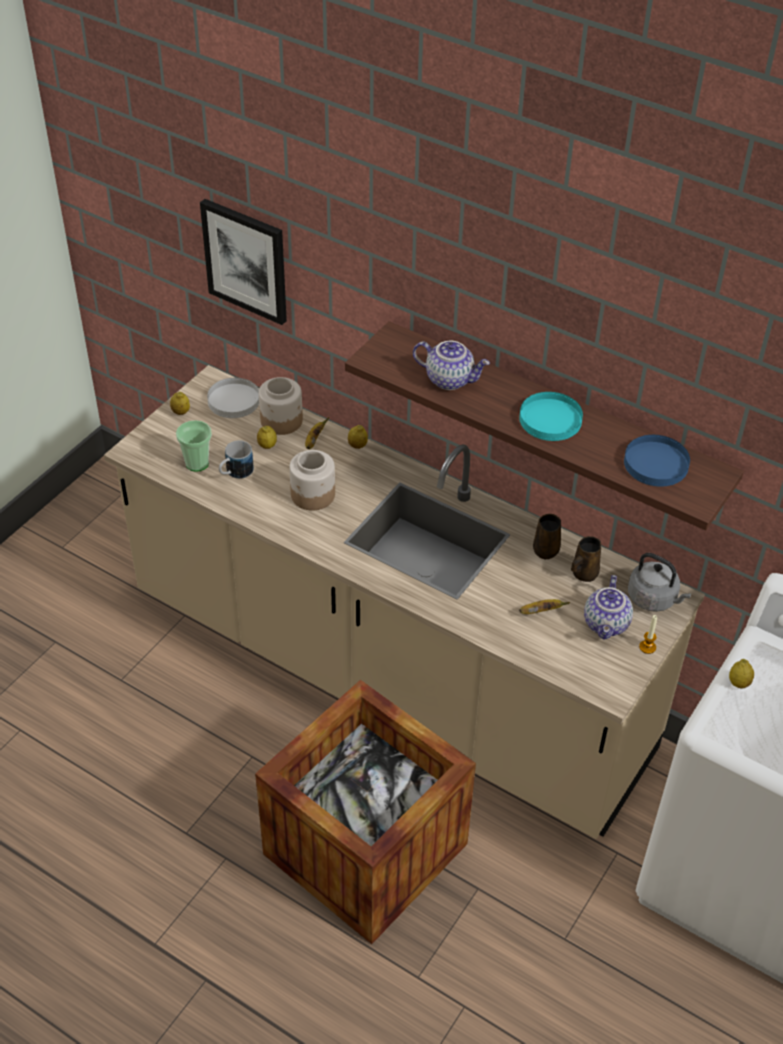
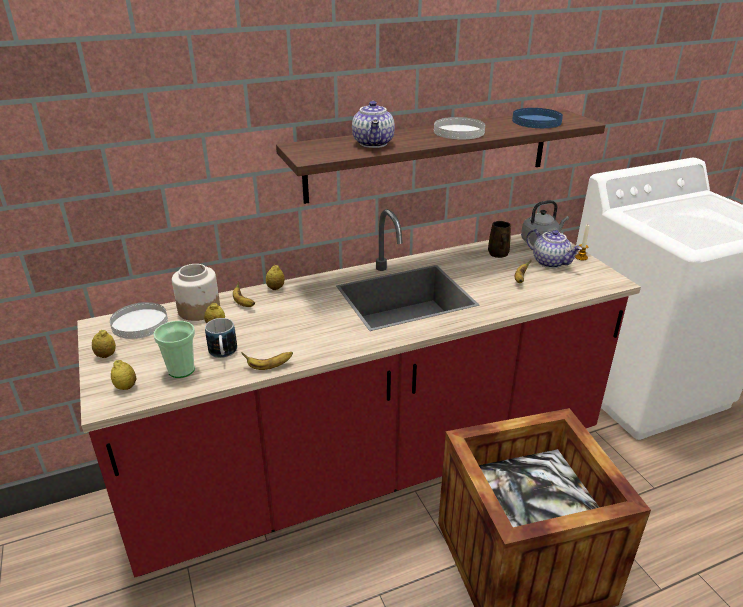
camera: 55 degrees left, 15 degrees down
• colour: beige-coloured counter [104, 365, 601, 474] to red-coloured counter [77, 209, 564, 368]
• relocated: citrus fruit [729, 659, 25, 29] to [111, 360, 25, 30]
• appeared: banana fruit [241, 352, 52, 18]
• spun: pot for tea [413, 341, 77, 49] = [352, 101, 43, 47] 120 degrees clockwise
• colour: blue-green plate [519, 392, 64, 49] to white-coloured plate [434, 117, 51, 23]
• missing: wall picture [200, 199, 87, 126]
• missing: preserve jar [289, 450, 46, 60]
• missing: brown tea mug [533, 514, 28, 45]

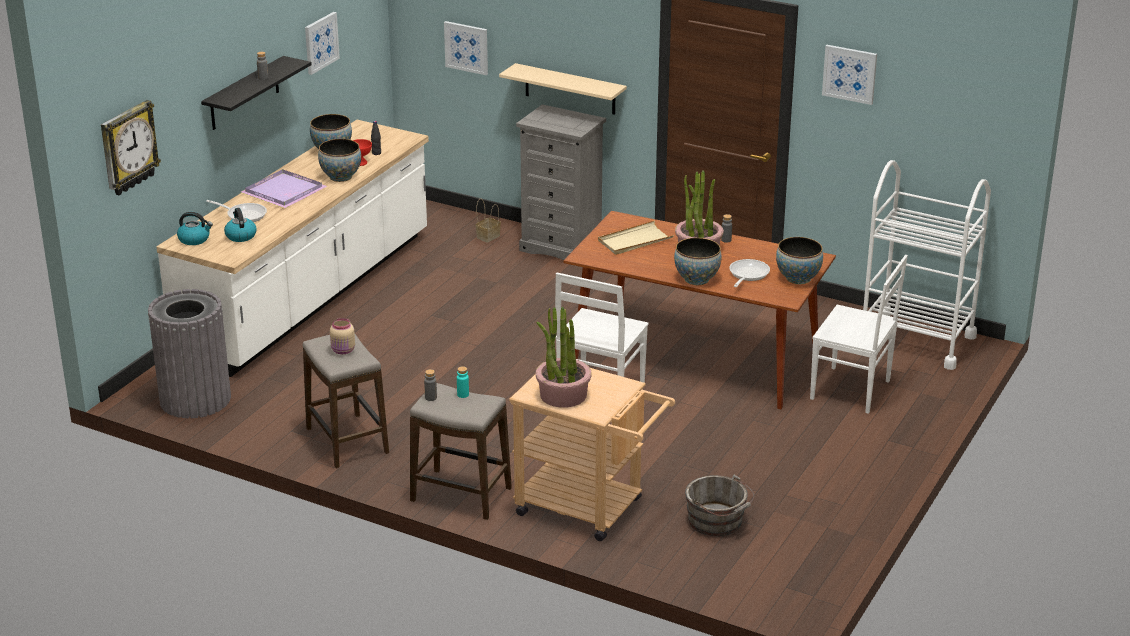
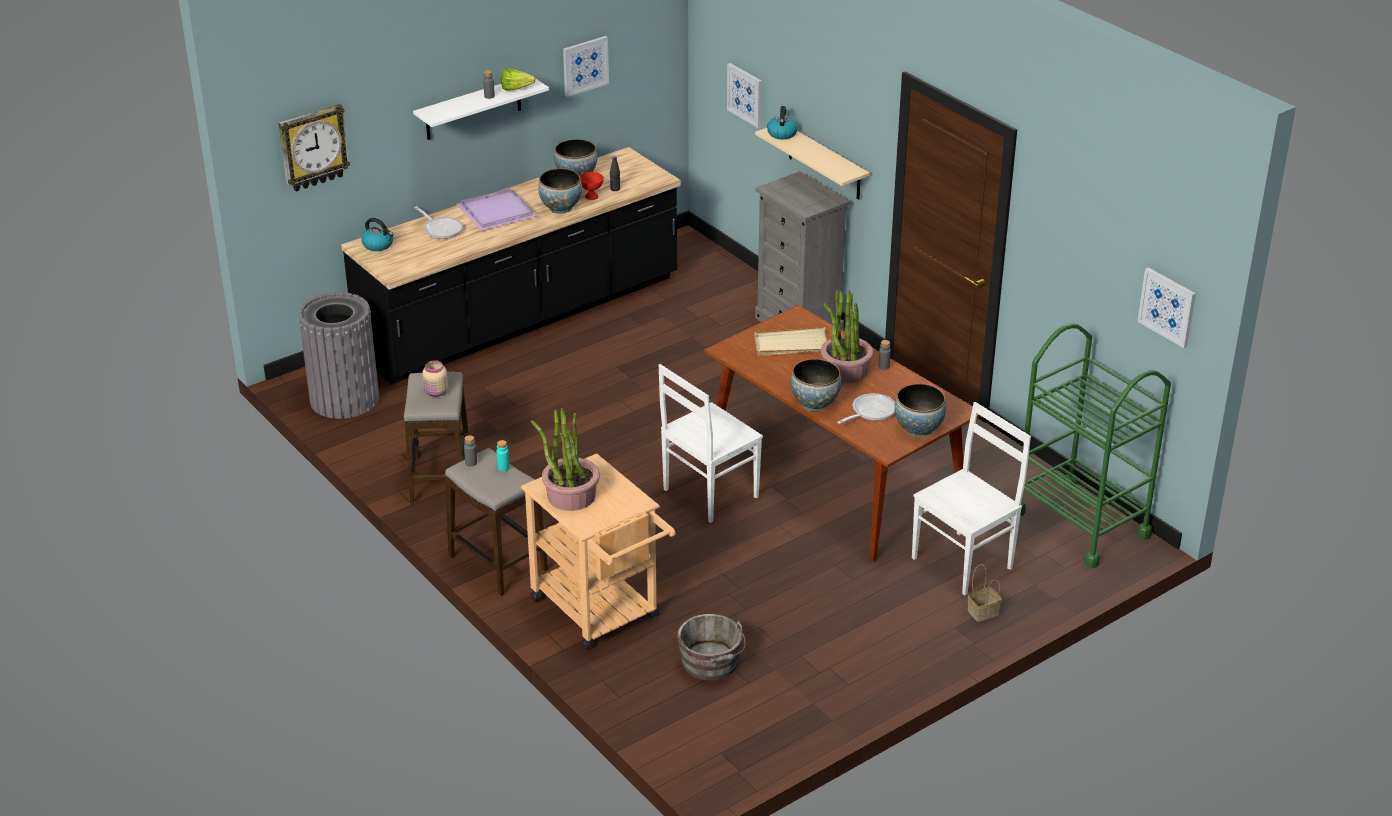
camera: 25 degrees right, 5 degrees up
• colour: white-coloured counter [156, 120, 273, 257] to black counter [341, 147, 340, 238]
• colour: black shelf [201, 56, 111, 74] to white-coloured shelf [413, 79, 136, 61]
• appeared: lettuce [501, 69, 35, 22]
• relocated: kettle [224, 208, 33, 34] to [767, 106, 31, 33]
• spun: white-coloured chair [810, 255, 98, 159] = [912, 402, 119, 193] 90 degrees counterclockwise
• relocated: storage basket [476, 198, 25, 44] to [968, 564, 34, 58]
• colour: white-coloured trolley [863, 160, 128, 210] to greenish trolley [1019, 323, 152, 245]
• relocated: wall picture [822, 45, 55, 60] to [1137, 267, 59, 81]

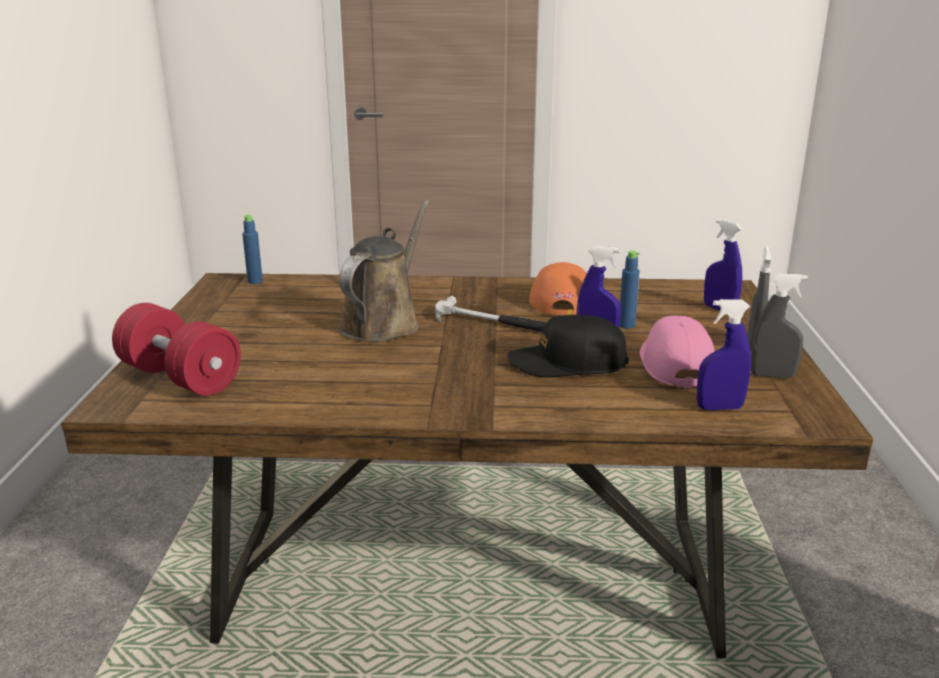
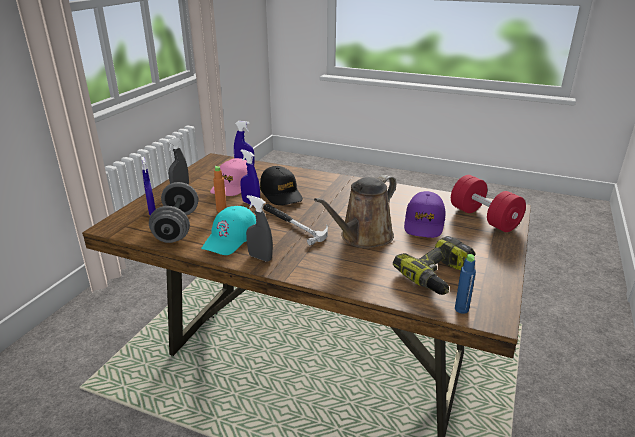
camera: 160 degrees left, 5 degrees up
• appeared: greyish free weight [149, 182, 49, 61]
• colour: orange baseball cap [529, 262, 58, 53] to blue-green baseball cap [201, 206, 55, 49]
• colour: bluish bottle [620, 251, 20, 78] to orange bottle [213, 166, 14, 46]
• relocated: greyish hand sprayer [751, 274, 57, 104] to [246, 195, 27, 67]
• spun: black baseball cap [507, 315, 122, 62] = [260, 166, 43, 39] 45 degrees clockwise
• appeared: drill [393, 236, 83, 59]
• appeared: purple-coloured baseball cap [404, 191, 41, 47]

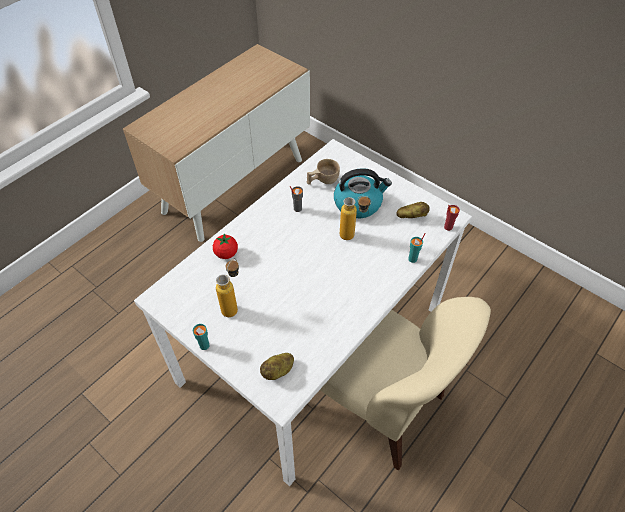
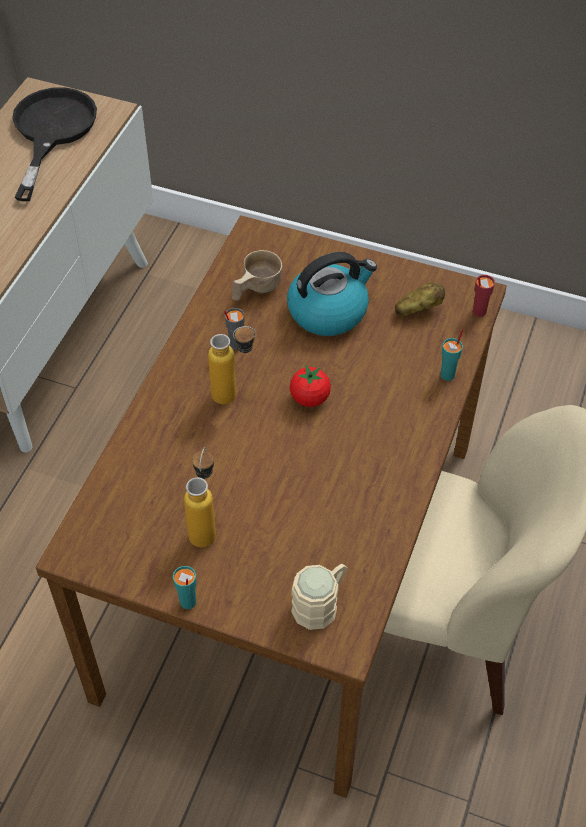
camera: 20 degrees left, 0 degrees up
• appeared: black skillet [12, 87, 85, 114]
• colour: white-coloured dinner table [134, 139, 338, 347] to brown dinner table [35, 215, 472, 583]
• relocated: bottle [340, 196, 31, 44] to [208, 326, 48, 79]
• relocated: fresh tomato [213, 233, 25, 26] to [290, 365, 41, 42]
• exchanged: whole potato [260, 353, 34, 27] to beige-coloured tea mug [291, 564, 57, 66]

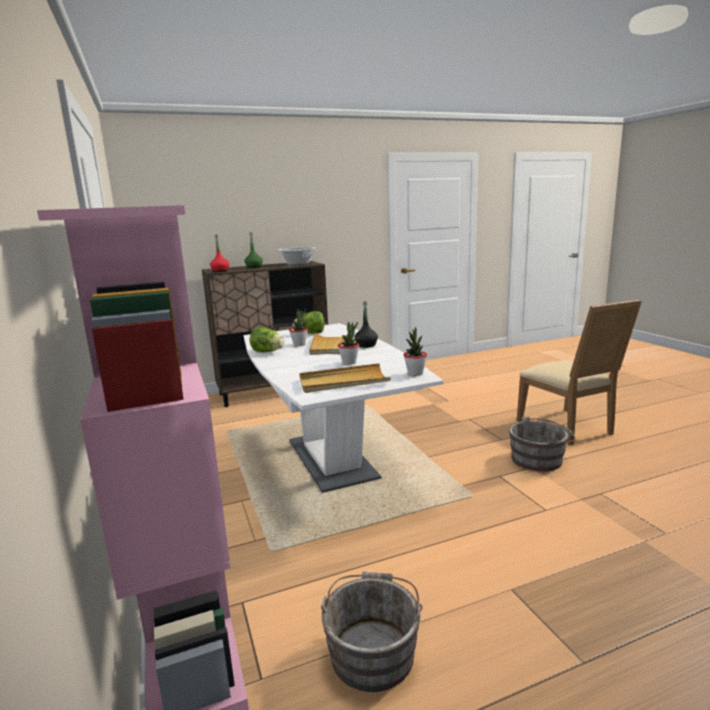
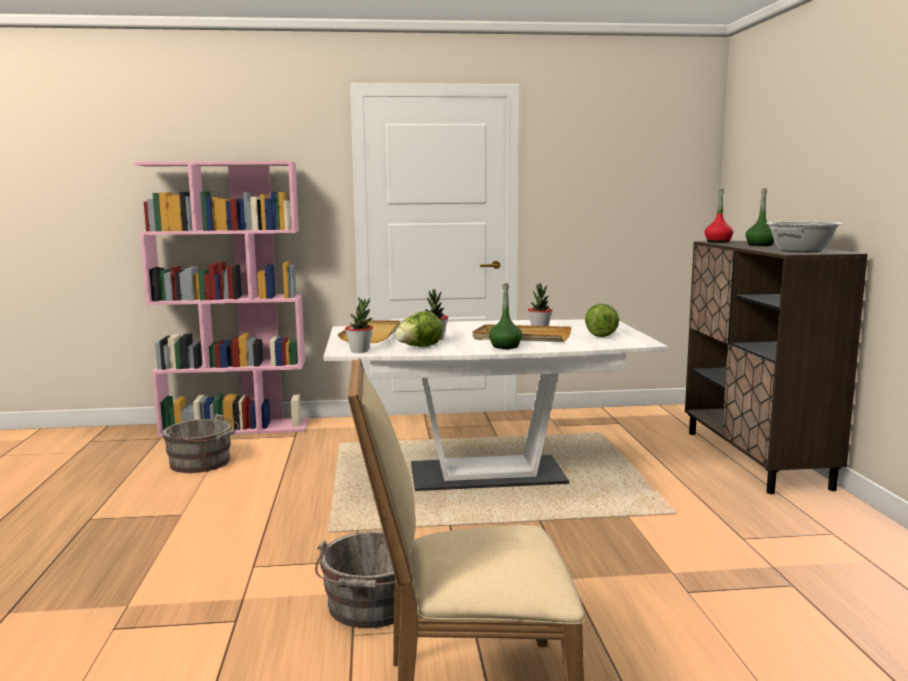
camera: 105 degrees right, 5 degrees down
• relocated: lettuce [250, 327, 35, 25] to [395, 312, 48, 35]
• colour: black bottle [354, 301, 24, 47] to greenish bottle [489, 283, 33, 66]

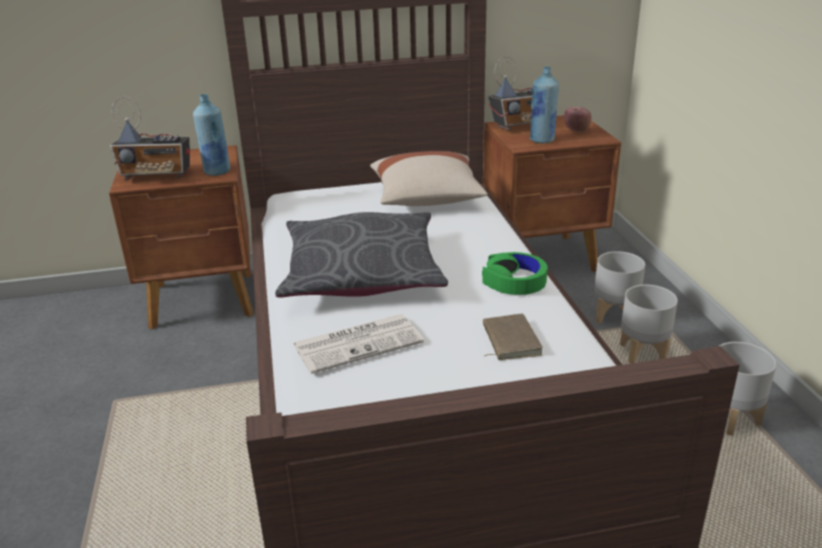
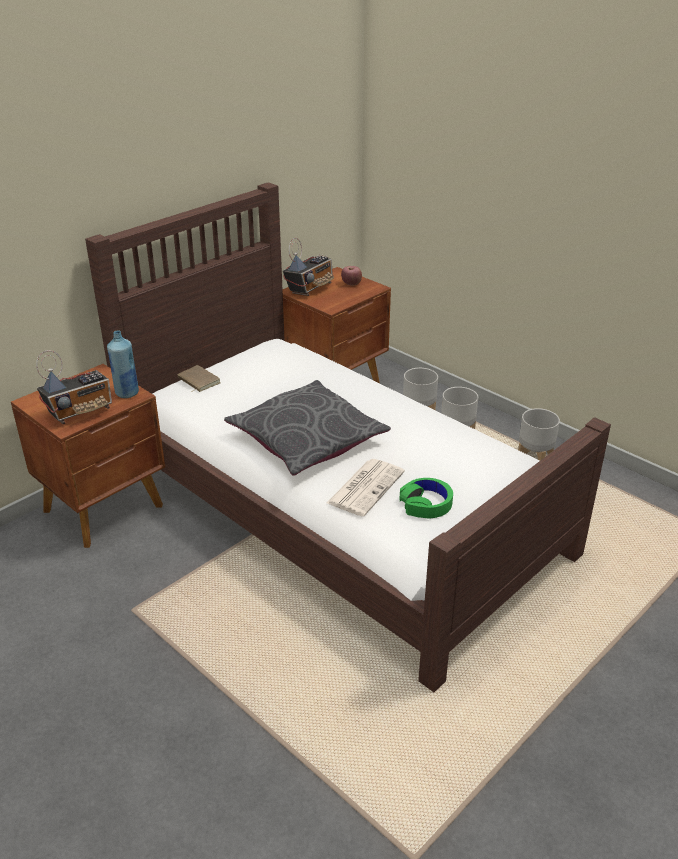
camera: 35 degrees left, 5 degrees up
• relocated: brown volume [483, 314, 60, 46] to [177, 365, 44, 27]
• relocated: greenish headphones [482, 252, 66, 43] to [400, 478, 53, 40]
• missing: beige-coloured cushion [370, 151, 118, 55]
• missing: bluish bottle [530, 66, 29, 78]

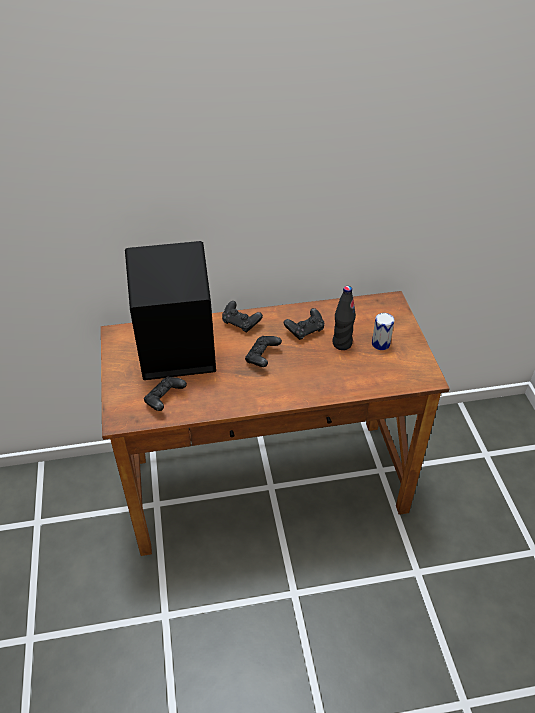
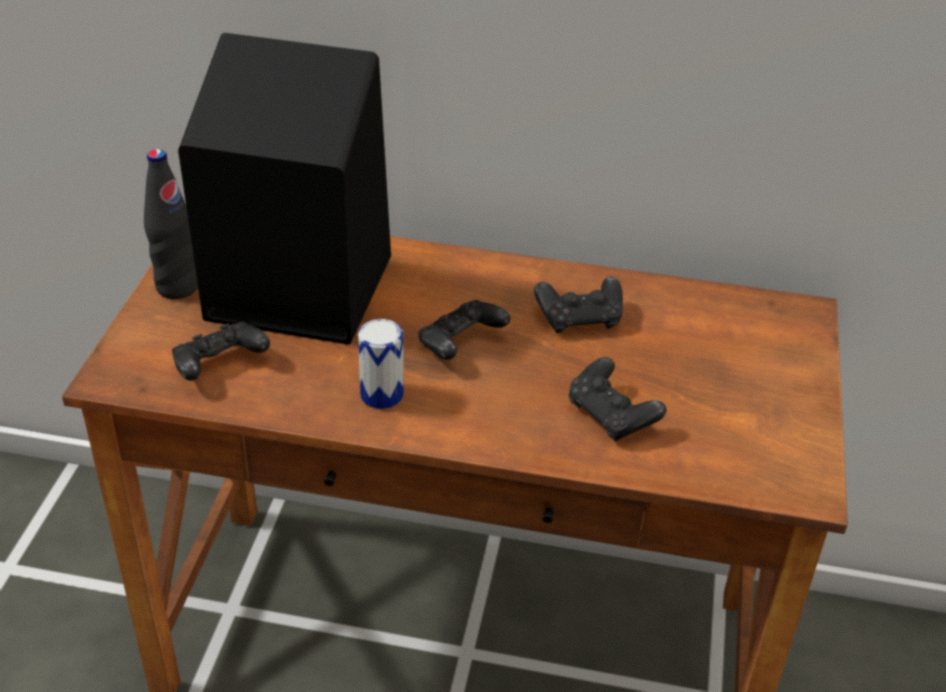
camera: 20 degrees right, 5 degrees down
• relocated: black bottle [333, 286, 23, 64] to [144, 149, 54, 150]
• relocated: can [372, 313, 22, 37] to [358, 319, 46, 90]
• relocated: black joypad [222, 301, 41, 32] to [569, 357, 98, 85]

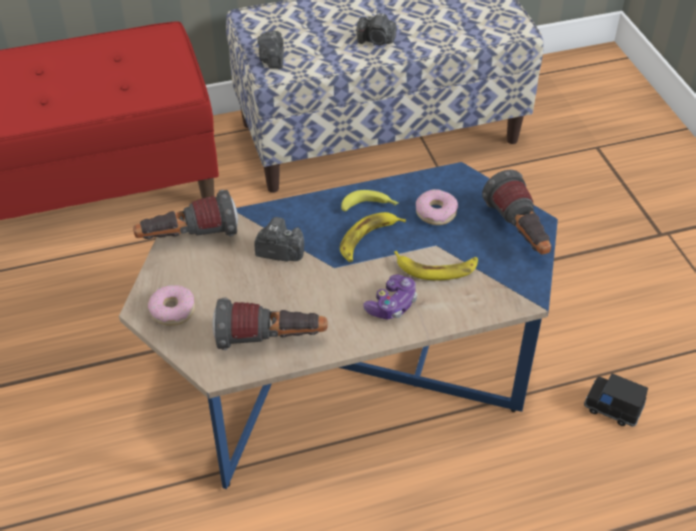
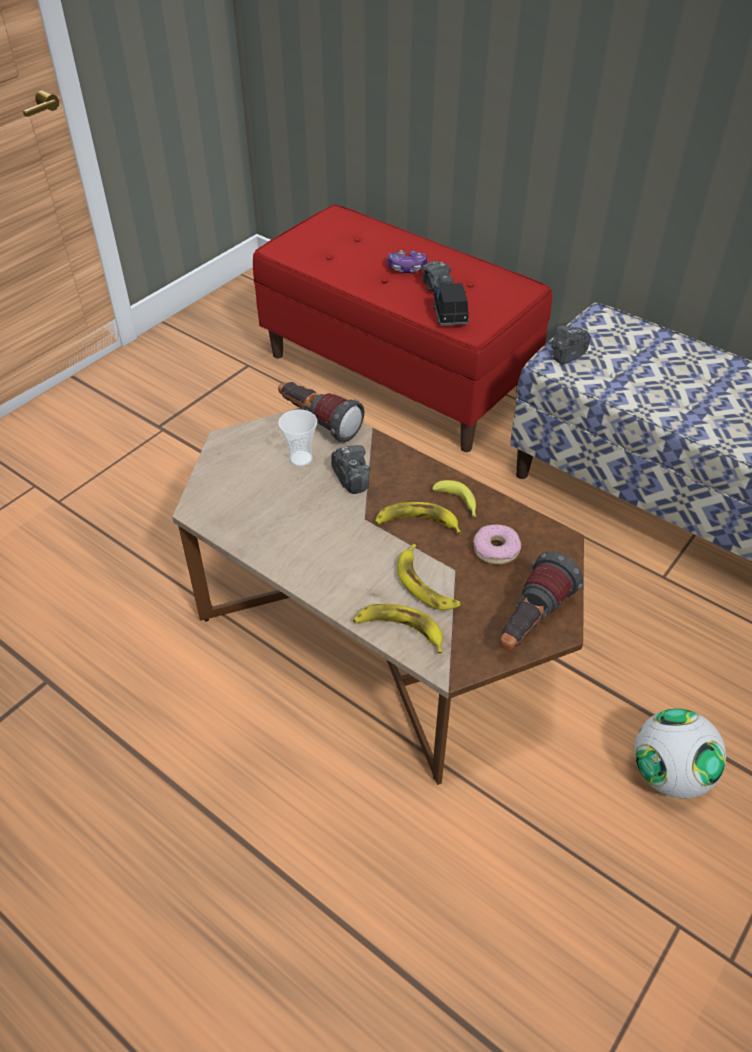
camera: 55 degrees right, 0 degrees up
• colour: bluish lounge table [119, 162, 439, 327] to brown lounge table [172, 408, 412, 377]
• appeared: small cup [278, 409, 39, 57]
• appeared: banana fruit [353, 604, 90, 49]
• relocated: joypad [363, 274, 54, 45] to [387, 250, 40, 23]
• relocated: still camera [357, 13, 39, 32] to [422, 261, 32, 31]
• relocated: black model car [584, 373, 64, 54] to [433, 283, 36, 43]
• appeared: ball for football [634, 709, 92, 90]
• missing: ring doughnut [148, 285, 47, 41]
• missing: hand torch [213, 298, 114, 52]

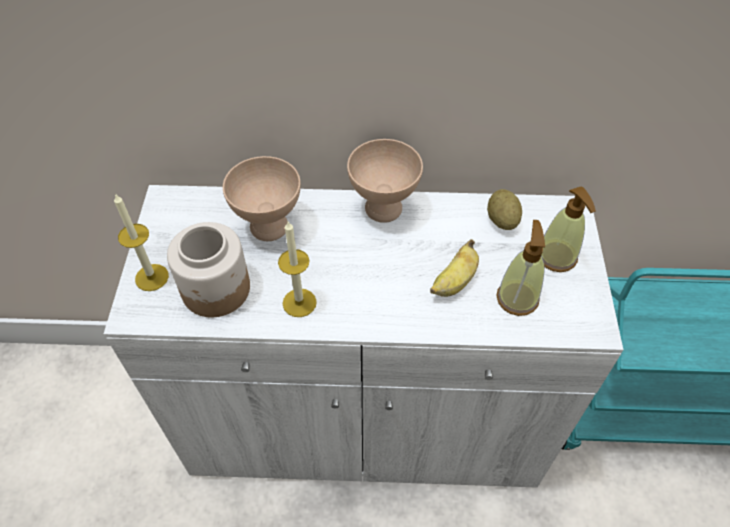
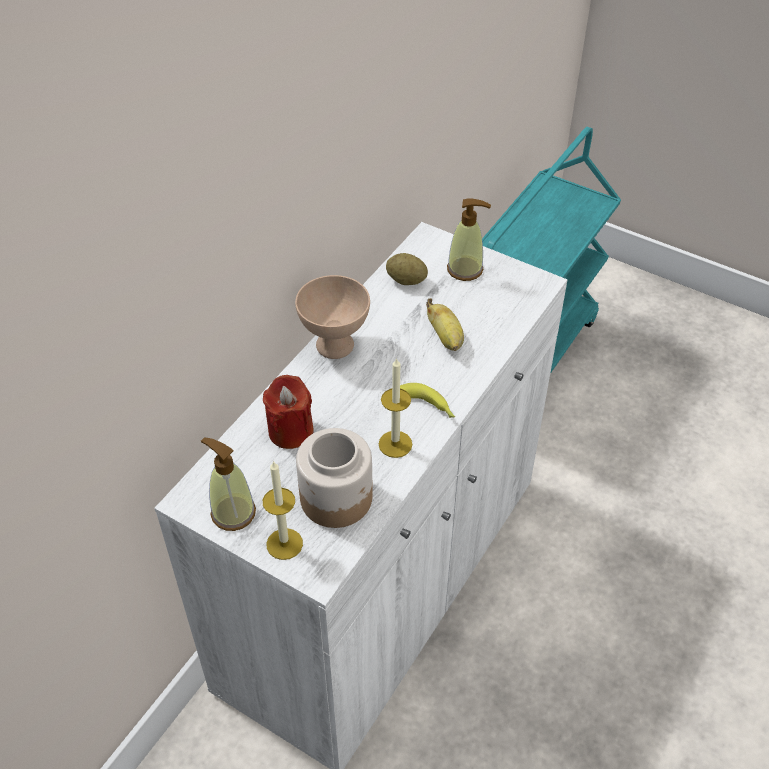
camera: 60 degrees left, 5 degrees down
• relocated: soap bottle [496, 220, 49, 96] to [201, 438, 55, 93]
• exchanged: beige-coloured deep dish [223, 156, 78, 85] to red-coloured candle [263, 375, 51, 74]
• appeared: banana fruit [400, 383, 55, 35]

